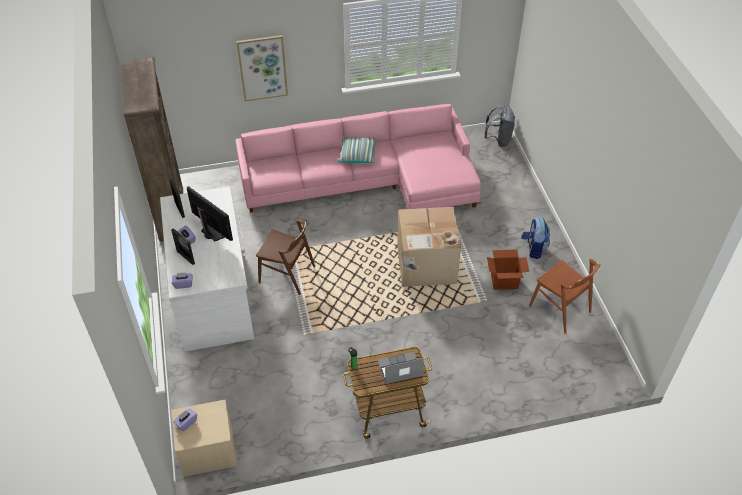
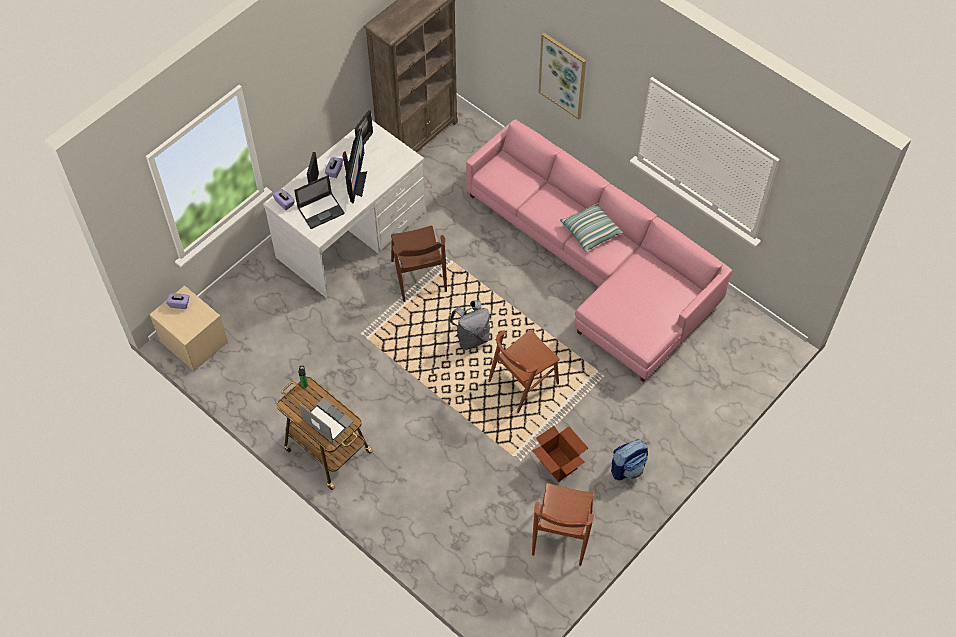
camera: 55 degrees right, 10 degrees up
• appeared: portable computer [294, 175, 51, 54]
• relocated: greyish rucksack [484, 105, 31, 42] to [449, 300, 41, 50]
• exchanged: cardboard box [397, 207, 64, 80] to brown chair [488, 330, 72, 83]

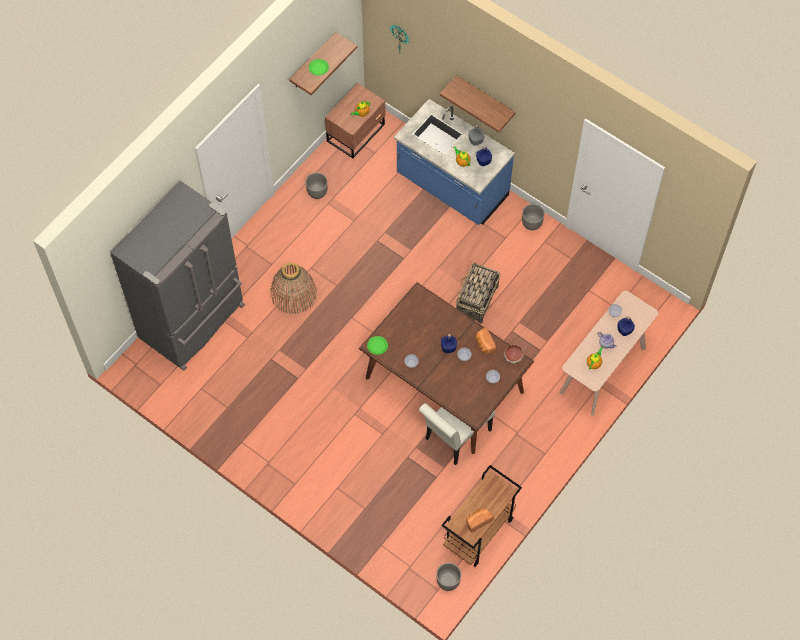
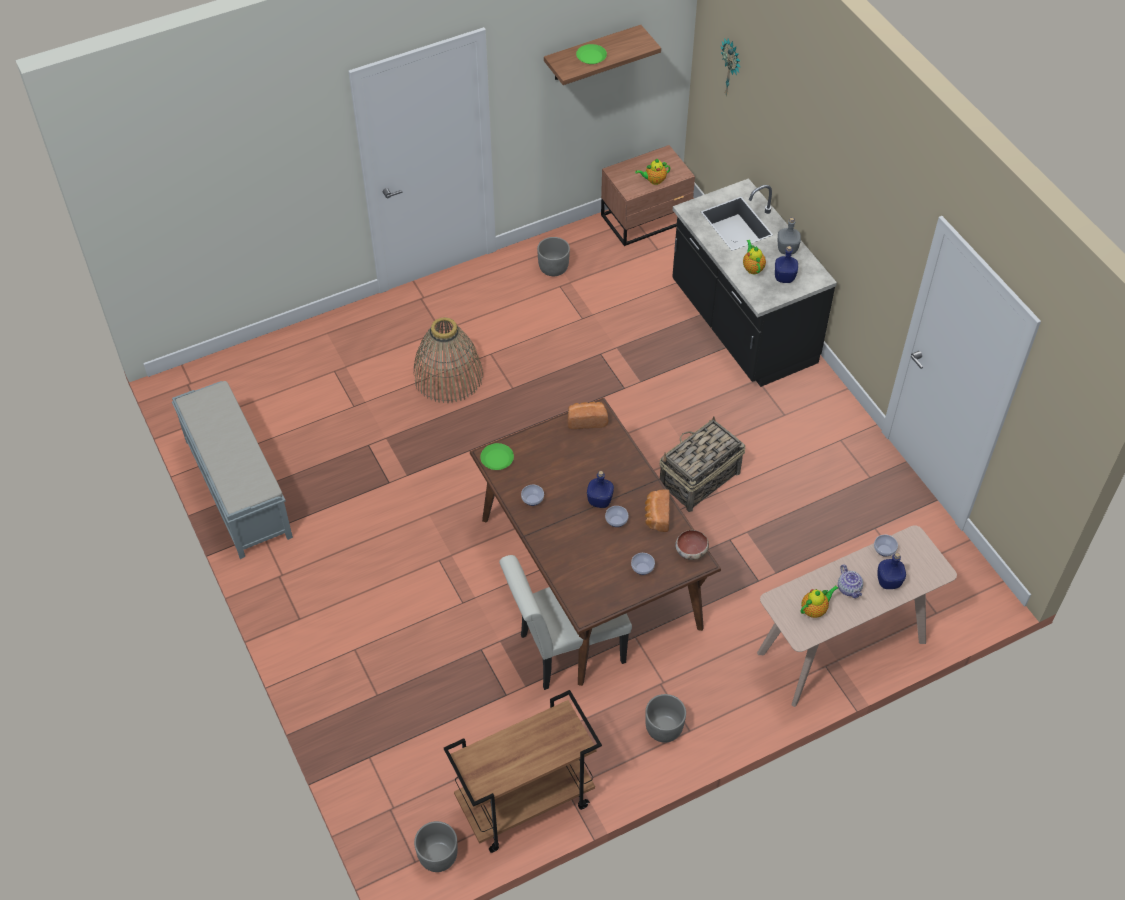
camera: 25 degrees right, 10 degrees down
• appeared: greyish bench [172, 381, 121, 178]
• relocated: bakery bread [466, 508, 28, 24] to [568, 402, 40, 27]
• relocated: greyish planter [522, 204, 23, 26] to [645, 694, 41, 49]
• colour: bluish counter [394, 99, 121, 126] to black counter [672, 178, 165, 209]
• missing: greyish fridge [110, 181, 135, 190]
• missing: shelf [440, 75, 76, 58]

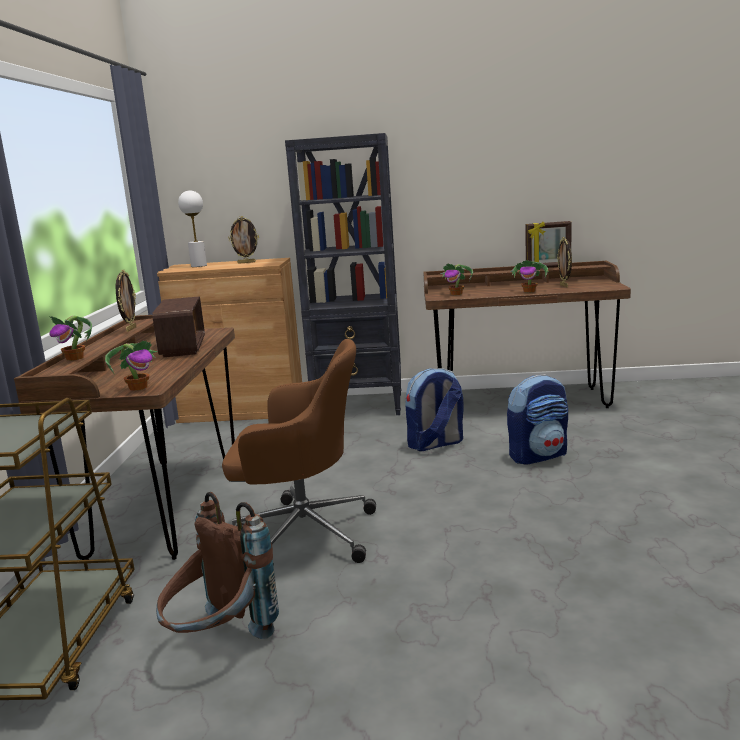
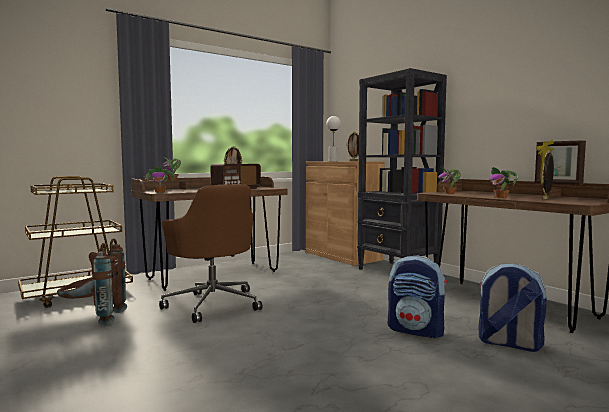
camera: 50 degrees right, 10 degrees down
• relocated: rucksack [405, 368, 59, 83] to [478, 263, 69, 89]

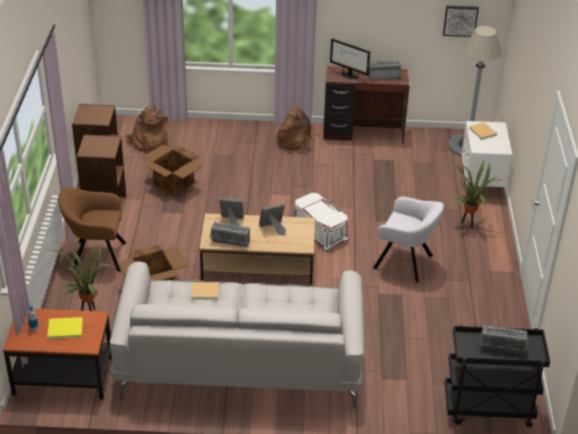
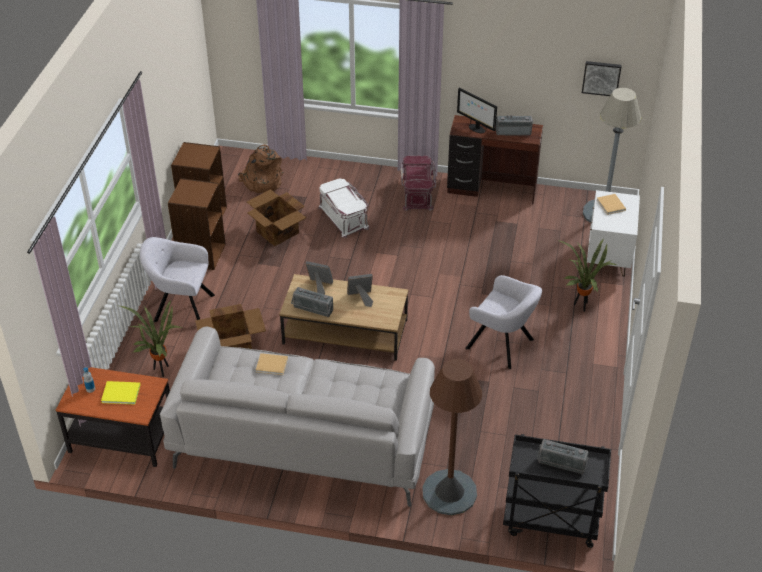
camera: 10 degrees right, 5 degrees up
• colour: brown lounge chair [58, 187, 68, 85] to greyish lounge chair [140, 237, 75, 85]
• relocated: white-coloured storage bin [294, 193, 55, 58] to [318, 178, 51, 60]
• exchanged: brown rucksack [277, 107, 43, 46] to red-coloured storage bin [401, 156, 36, 55]
• appeared: brown floor lamp [422, 359, 60, 156]

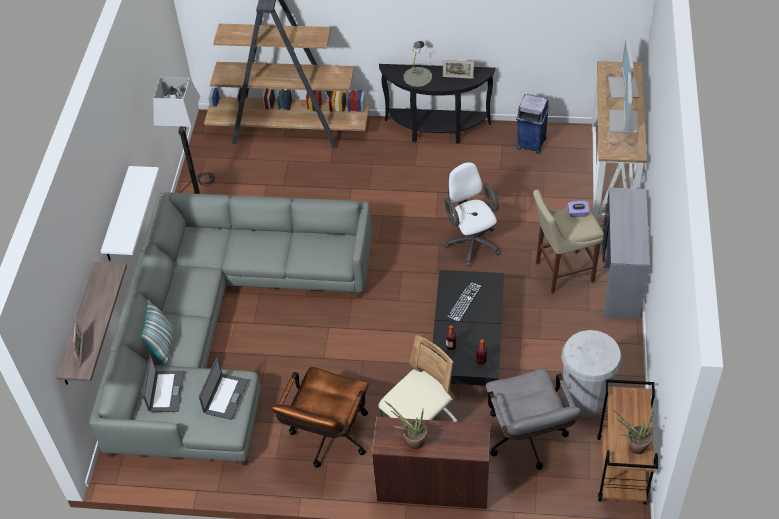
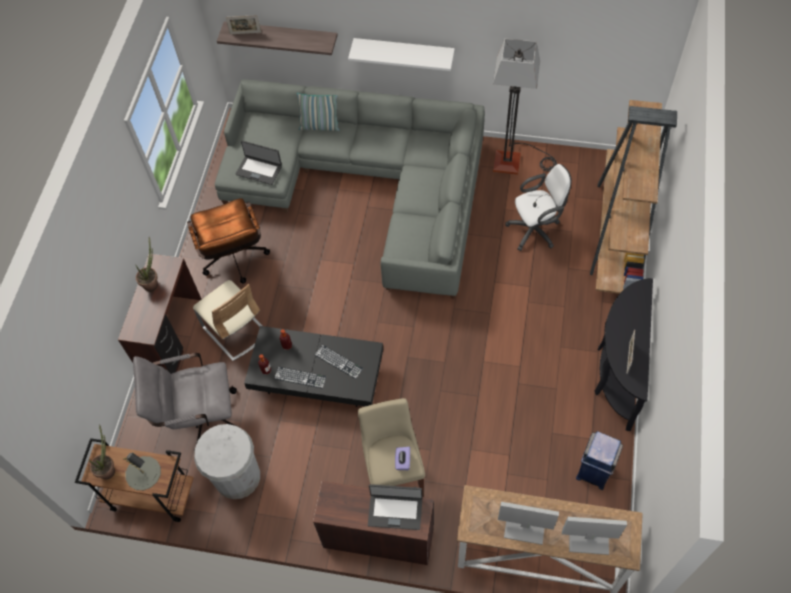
camera: 95 degrees right, 10 degrees up
• relocated: greyish tabletop lamp [404, 41, 28, 46] to [123, 453, 38, 37]
• spun: brown office chair [271, 367, 98, 101] = [187, 198, 83, 86] 135 degrees counterclockwise
• appeared: PC keyboard [274, 367, 52, 22]
• colour: greyish desk unit [601, 188, 49, 130] to brown desk unit [313, 481, 121, 84]
• relocated: portable computer [143, 355, 42, 57] to [368, 484, 54, 46]
• relocated: white-coloured office chair [444, 162, 57, 104] to [505, 164, 67, 87]

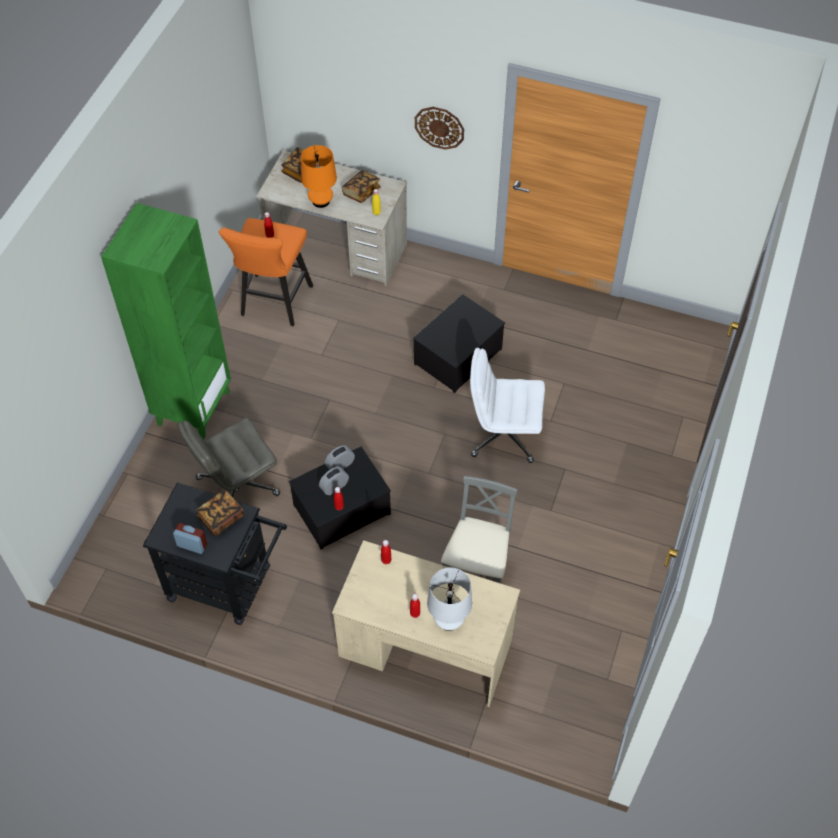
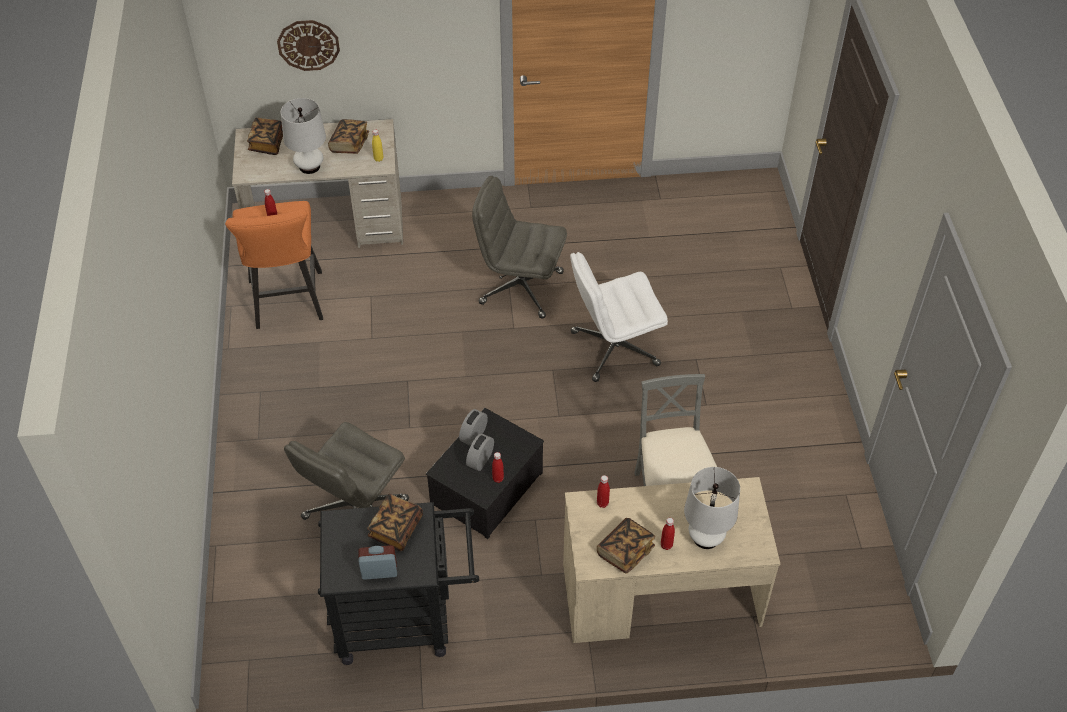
camera: 25 degrees left, 5 degrees down
• relocated: hanging clock [415, 107, 49, 43] to [277, 20, 63, 51]
• colour: orange tabletop lamp [301, 145, 36, 63] to white-coloured tabletop lamp [281, 98, 45, 76]
• exchanged: storage bin [413, 294, 92, 99] to greyish office chair [472, 176, 95, 143]
• appeared: volume [597, 518, 58, 56]
• missing: greenish bookshelf [101, 203, 130, 237]

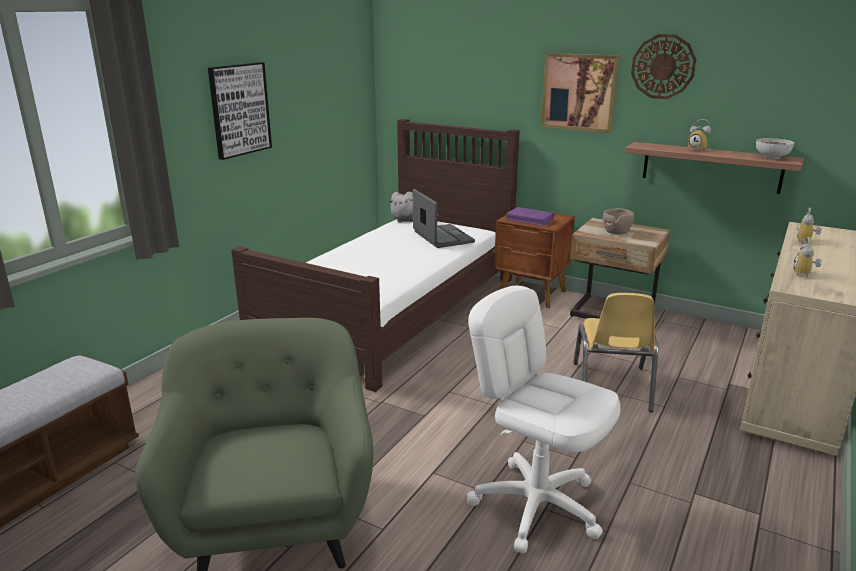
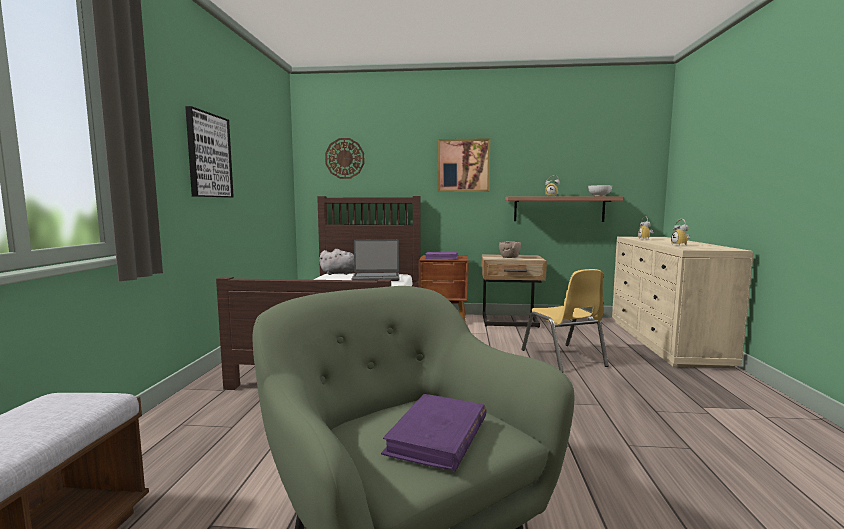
camera: 25 degrees left, 15 degrees down
• relocated: hanging clock [631, 34, 65, 65] to [325, 138, 39, 41]
• spun: portable computer [413, 189, 62, 59] = [352, 239, 48, 42] 135 degrees clockwise
• appeared: purple-coloured volume [381, 394, 106, 77]
• missing: white-coloured office chair [467, 286, 154, 268]

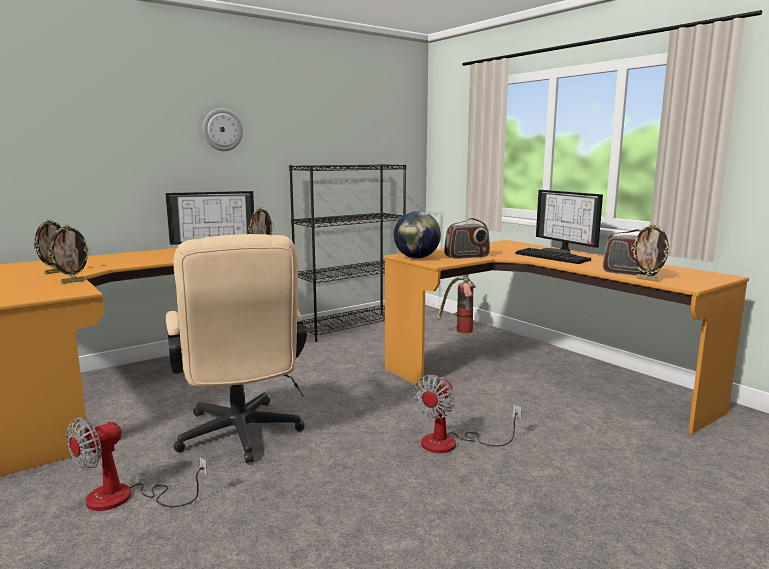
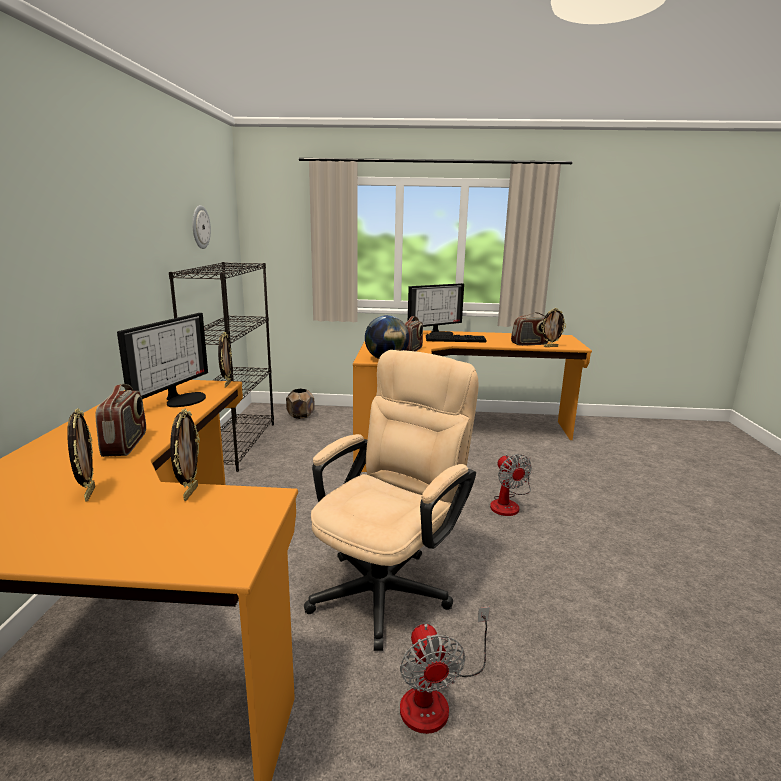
camera: 50 degrees left, 5 degrees up
• appeared: radio set [95, 384, 51, 73]
• relocated: hanging clock [203, 108, 40, 43] to [192, 205, 19, 44]
• appeared: brown planter [286, 388, 29, 31]
• spun: beige-coloured office chair [166, 234, 141, 229] = [304, 350, 175, 301] 75 degrees counterclockwise
• spun: computer screen [536, 190, 67, 64] = [408, 283, 56, 52] 45 degrees counterclockwise
• missing: extinguisher [437, 274, 38, 60]

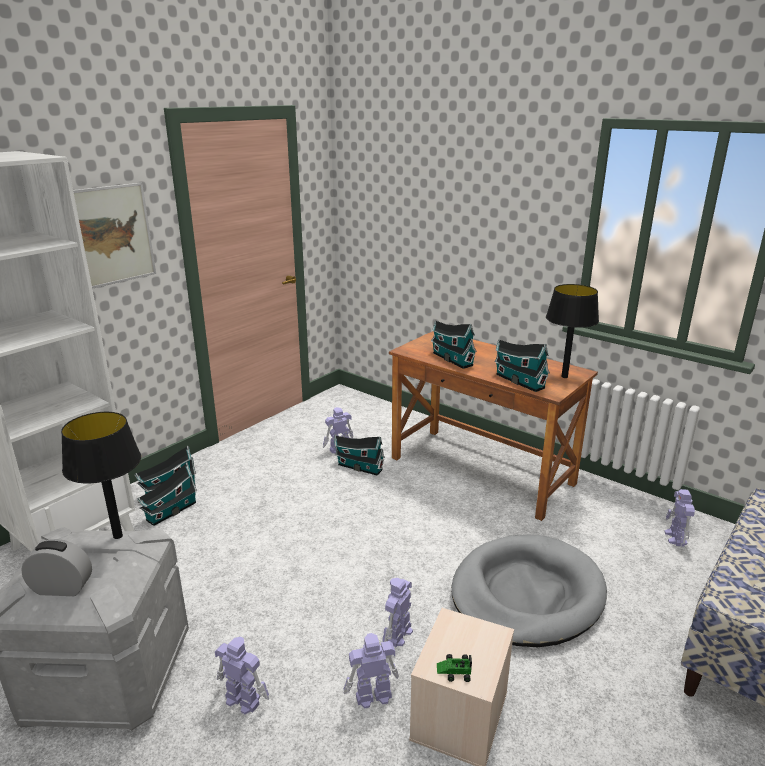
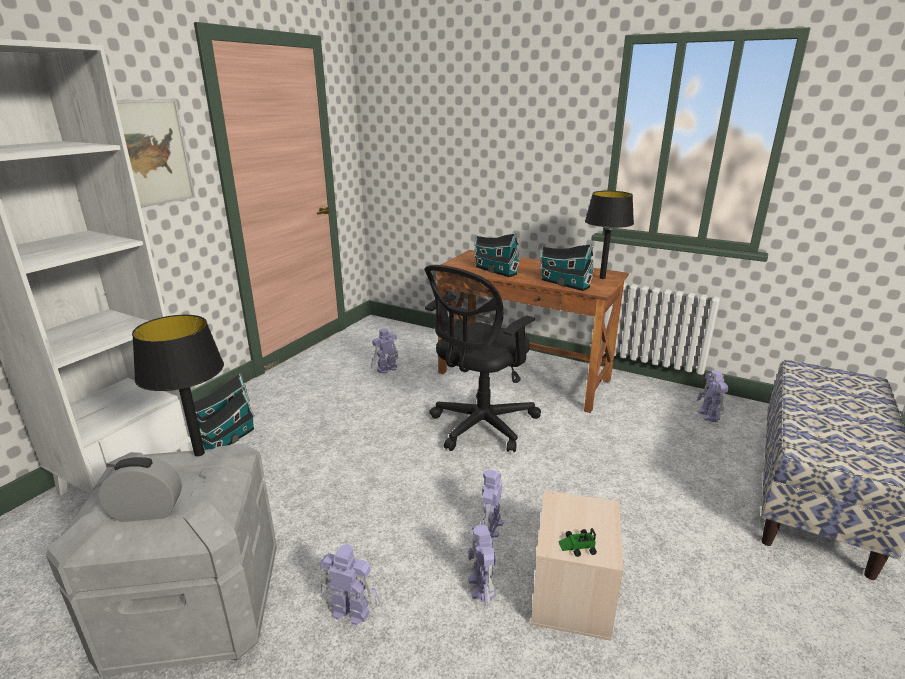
camera: 10 degrees left, 0 degrees up
• appeared: black office chair [424, 265, 117, 188]
• spun: model robot [343, 633, 56, 76] = [468, 525, 28, 81] 75 degrees counterclockwise
• missing: miniature house [334, 435, 51, 41]
• missing: greyish dog bed [451, 535, 156, 112]

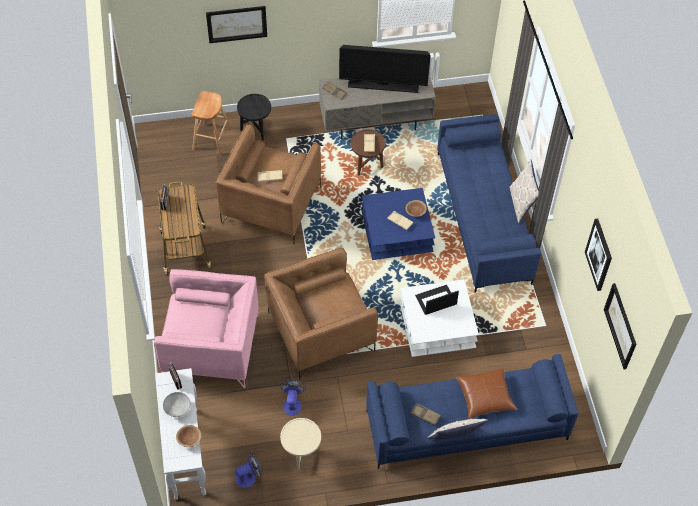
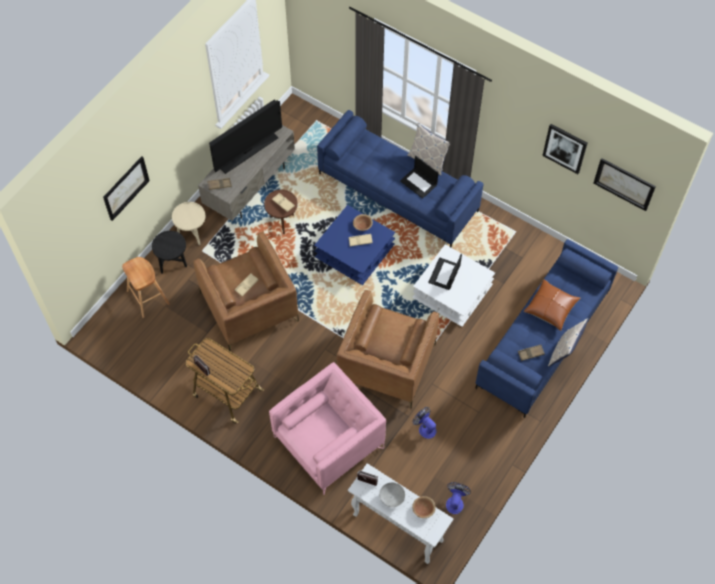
camera: 45 degrees left, 5 degrees up
• relocated: beige-coloured end table [280, 418, 41, 53] to [172, 202, 33, 43]
• appeared: portable computer [400, 156, 38, 43]

